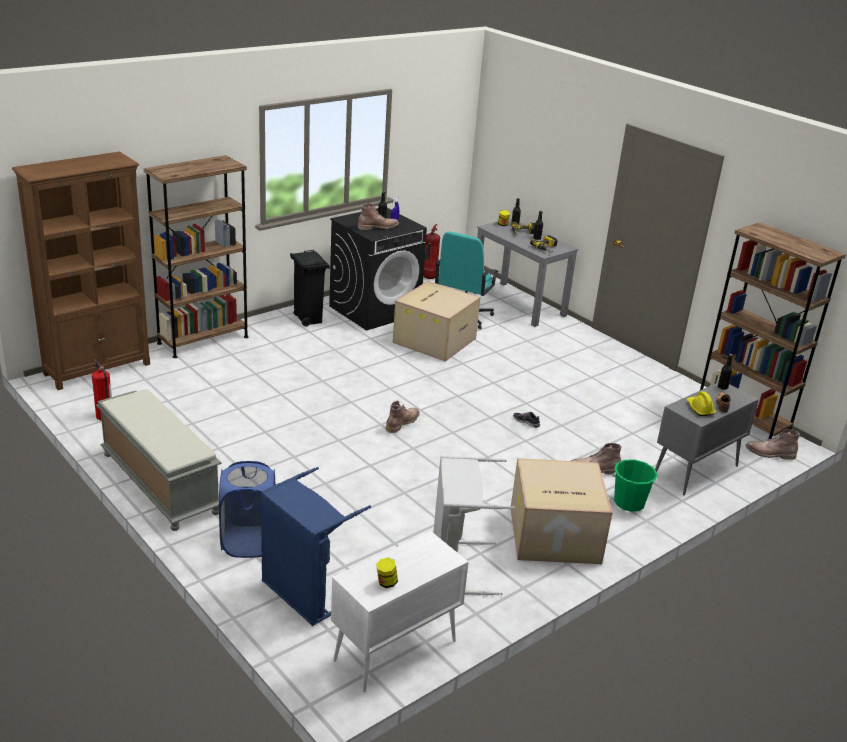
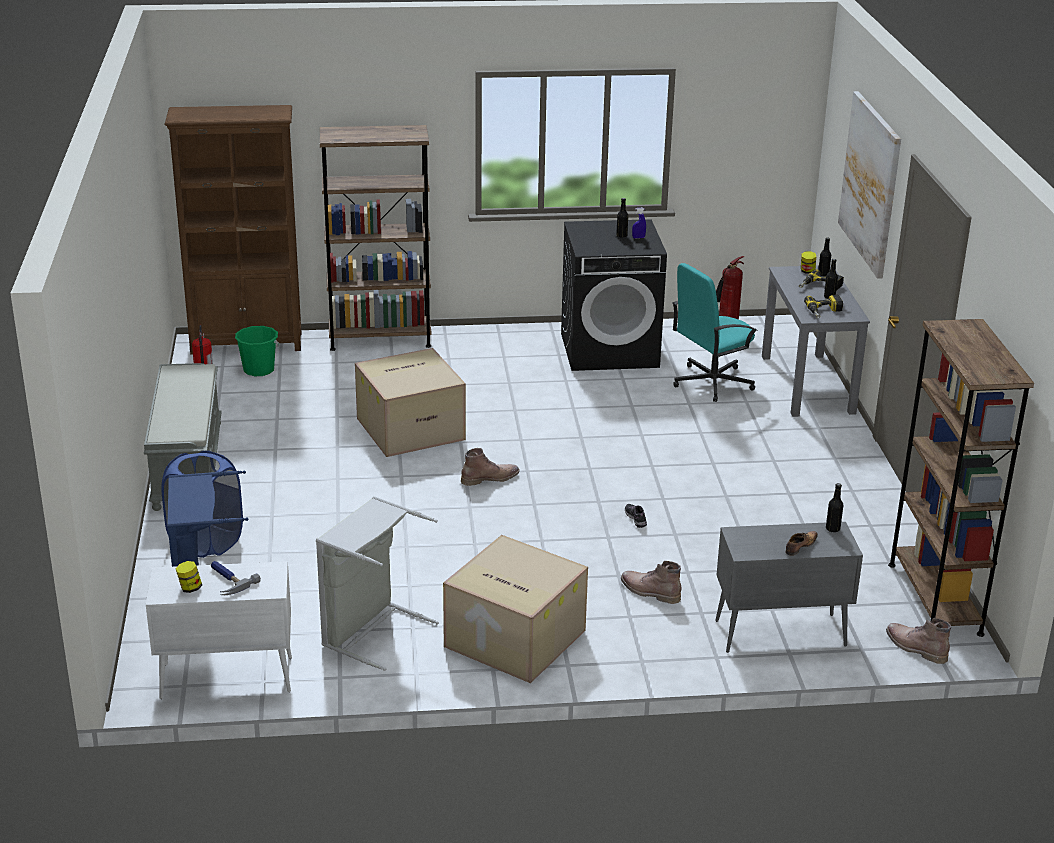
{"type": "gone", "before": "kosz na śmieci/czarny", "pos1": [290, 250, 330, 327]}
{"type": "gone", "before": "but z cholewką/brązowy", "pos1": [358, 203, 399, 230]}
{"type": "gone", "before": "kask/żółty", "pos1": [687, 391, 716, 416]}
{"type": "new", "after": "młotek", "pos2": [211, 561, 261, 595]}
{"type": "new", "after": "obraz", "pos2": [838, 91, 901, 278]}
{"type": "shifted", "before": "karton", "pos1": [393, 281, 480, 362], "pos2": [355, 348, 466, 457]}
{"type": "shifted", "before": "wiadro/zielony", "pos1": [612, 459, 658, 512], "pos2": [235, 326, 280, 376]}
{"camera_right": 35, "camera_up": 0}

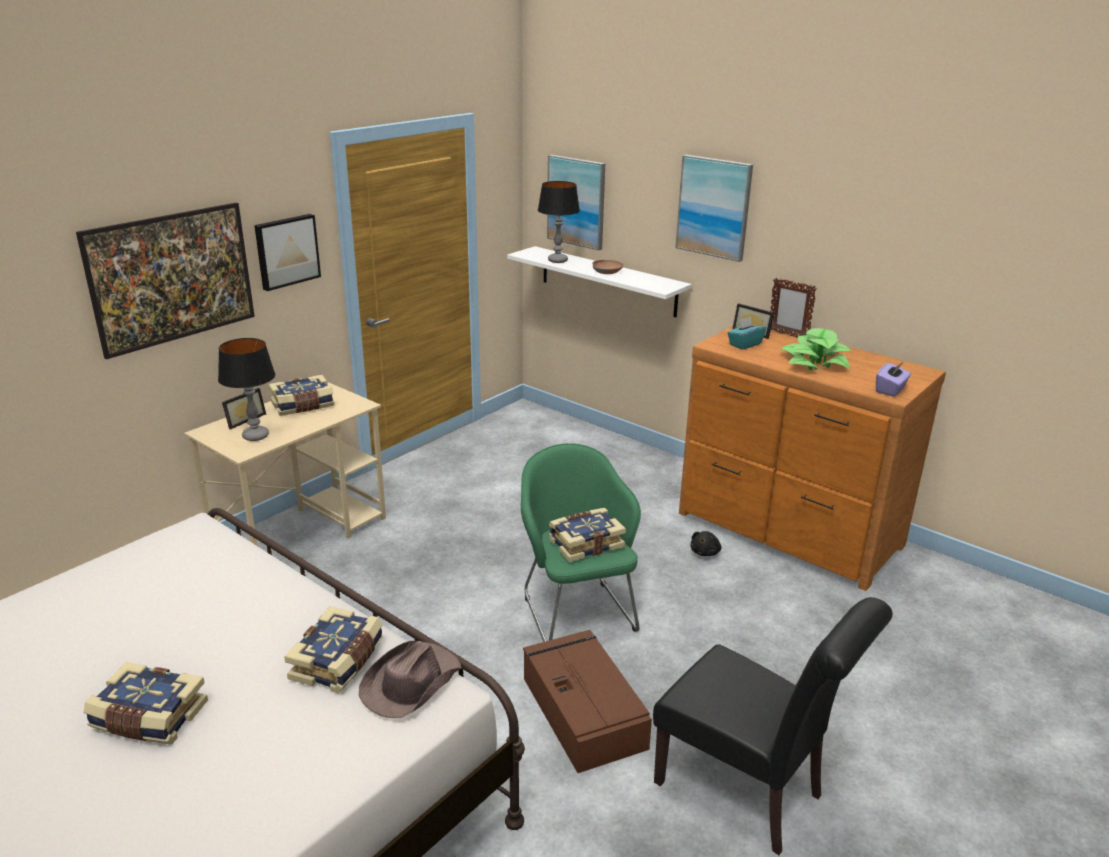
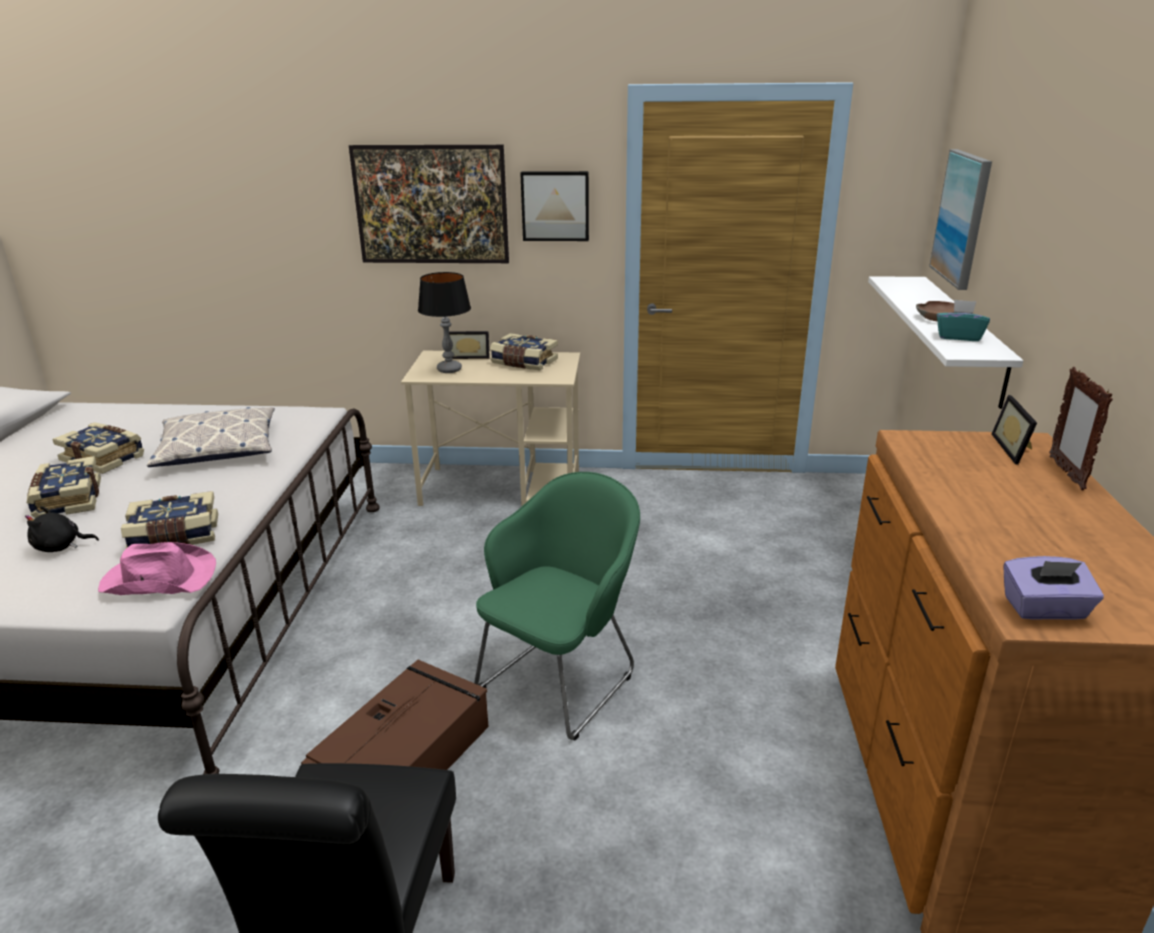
{"type": "gone", "before": "lampa stołowa", "pos1": [538, 181, 580, 263]}
{"type": "gone", "before": "obraz", "pos1": [675, 155, 753, 262]}
{"type": "gone", "before": "roślina doniczkowa", "pos1": [780, 328, 852, 370]}
{"type": "new", "after": "poduszka", "pos2": [147, 407, 275, 467]}
{"type": "shifted", "before": "książka", "pos1": [549, 508, 626, 562], "pos2": [52, 422, 144, 474]}
{"type": "shifted", "before": "pluszak/czarny", "pos1": [691, 531, 722, 556], "pos2": [25, 506, 99, 552]}
{"type": "shifted", "before": "pudełko chusteczek/turkusowy", "pos1": [728, 317, 766, 350], "pos2": [937, 300, 990, 341]}
{"type": "repainted", "before": "kapelusz/brązowy", "after": "kapelusz/różowy", "pos1": [359, 641, 462, 718], "pos2": [98, 542, 216, 595]}
{"camera_right": 55, "camera_up": 0}

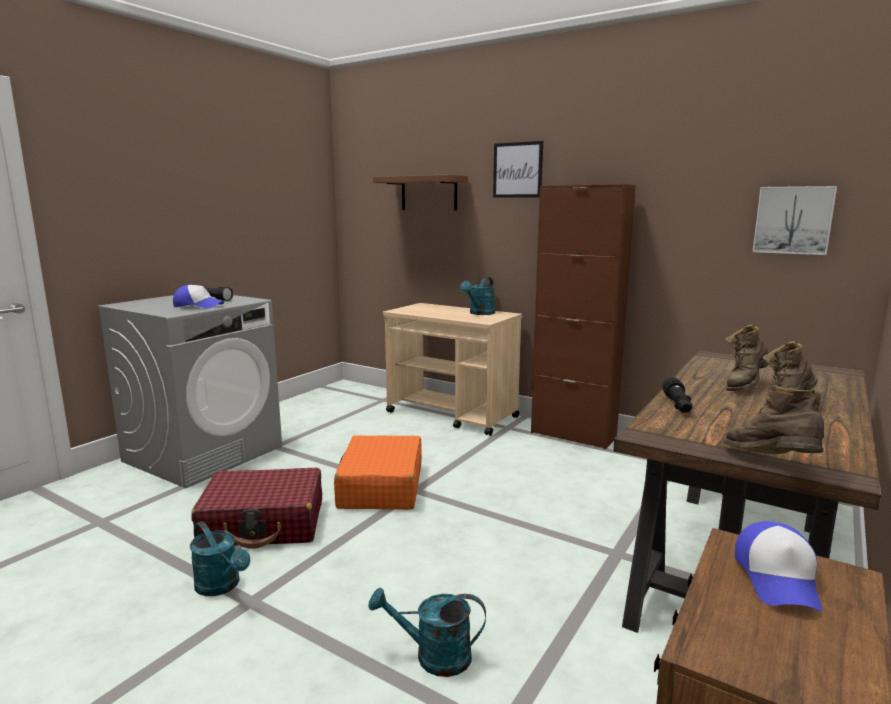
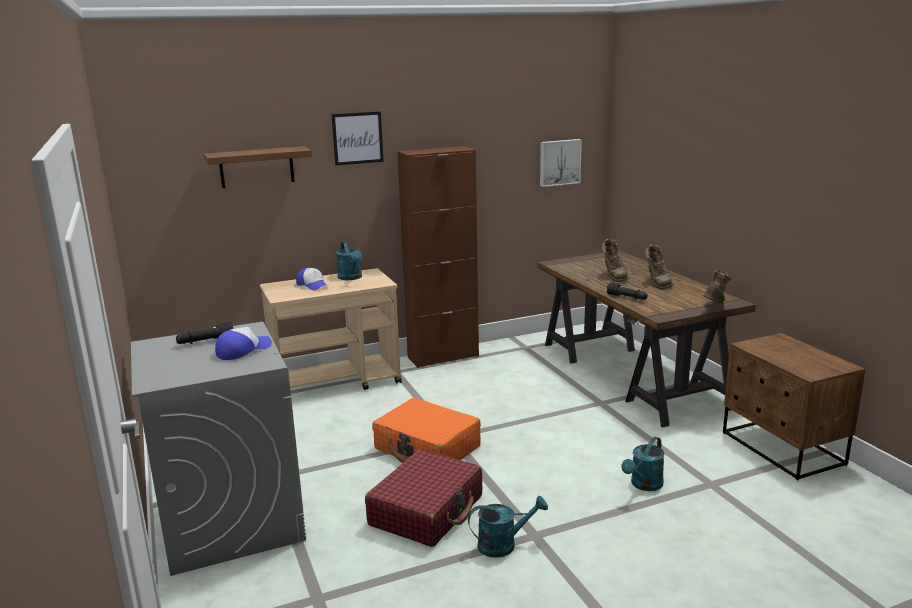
{"type": "shifted", "before": "czapka z daszkiem", "pos1": [735, 521, 822, 611], "pos2": [296, 268, 327, 291]}
{"type": "rotated", "before": "but z cholewką/brązowy", "pos1": [722, 385, 824, 454], "pos2": [703, 269, 735, 306], "turn": 105}
{"camera_right": -55, "camera_up": 5}

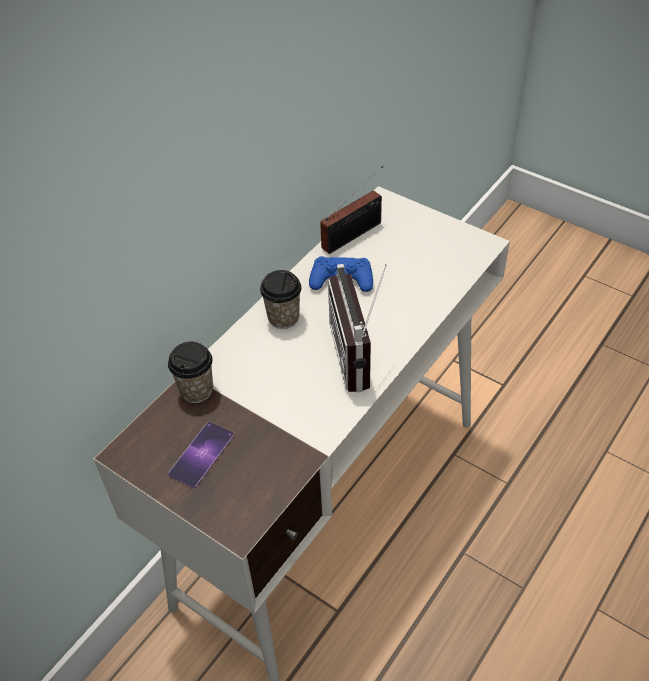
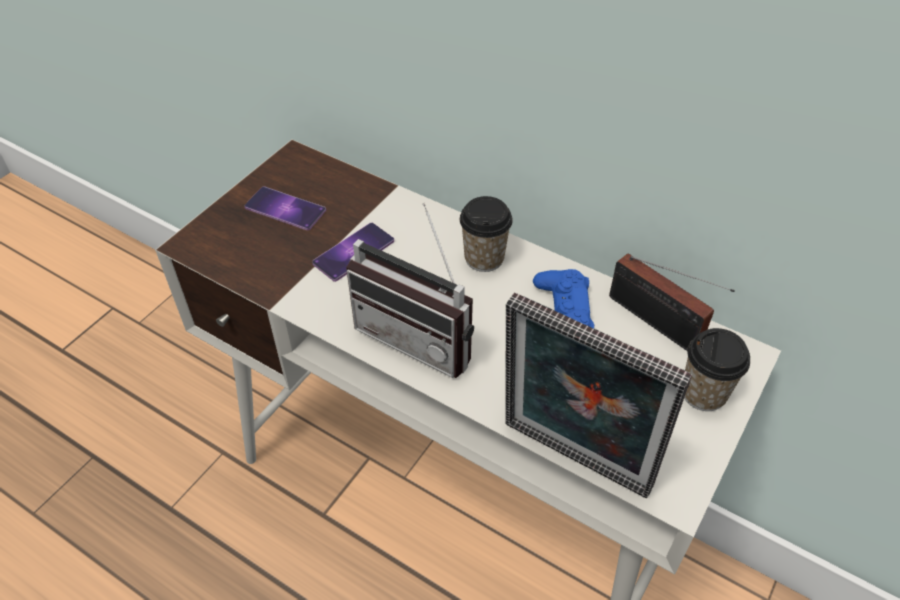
{"type": "new", "after": "telefon", "pos2": [312, 223, 394, 282]}
{"type": "new", "after": "ramka na zdjęcie", "pos2": [505, 293, 692, 498]}
{"type": "shifted", "before": "filiżanka", "pos1": [168, 342, 213, 403], "pos2": [684, 328, 750, 411]}
{"type": "rotated", "before": "radio", "pos1": [328, 264, 387, 393], "pos2": [346, 203, 474, 378], "turn": -135}
{"camera_right": 85, "camera_up": 0}

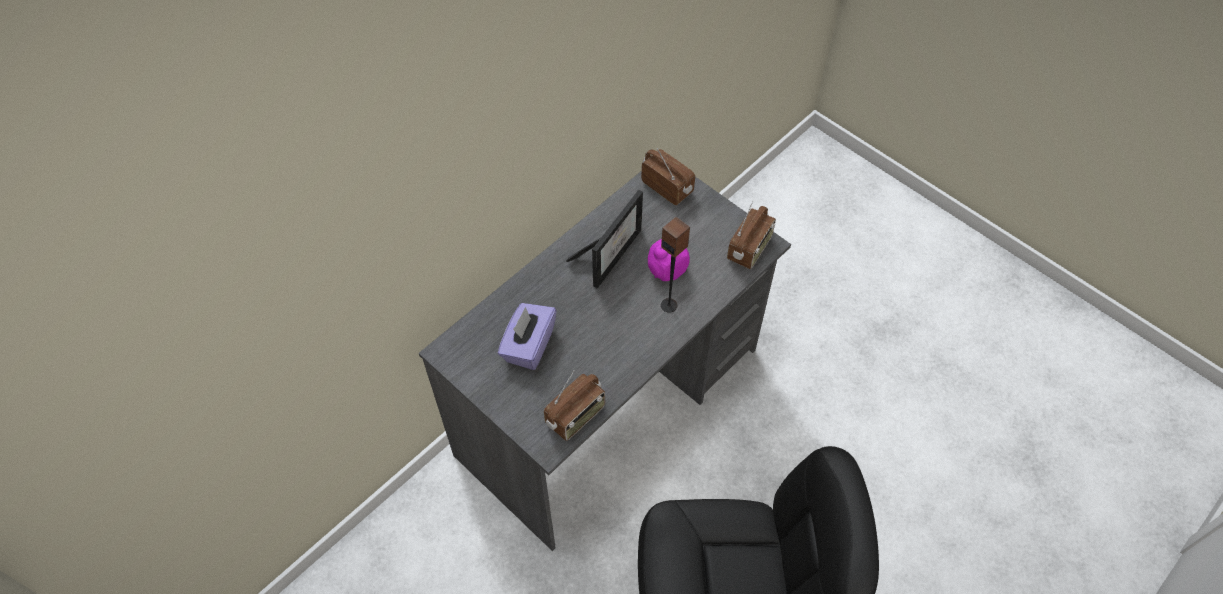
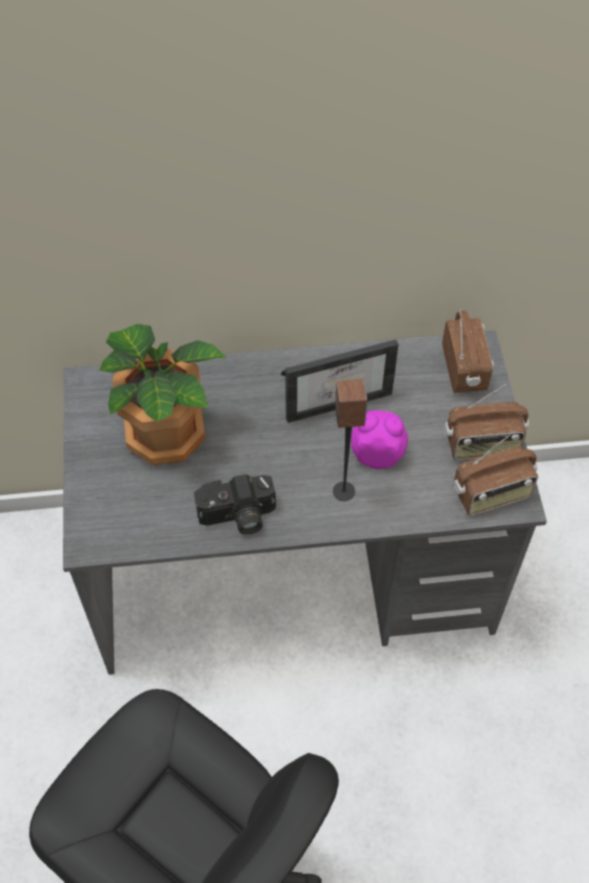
{"type": "new", "after": "aparat fotograficzny", "pos2": [194, 474, 276, 534]}
{"type": "shifted", "before": "radio", "pos1": [544, 370, 605, 441], "pos2": [444, 384, 529, 460]}
{"type": "swapped", "before": "pudełko chusteczek/fioletowy", "after": "roślina doniczkowa", "pos1": [498, 303, 557, 370], "pos2": [100, 324, 227, 465]}
{"camera_right": 40, "camera_up": 0}

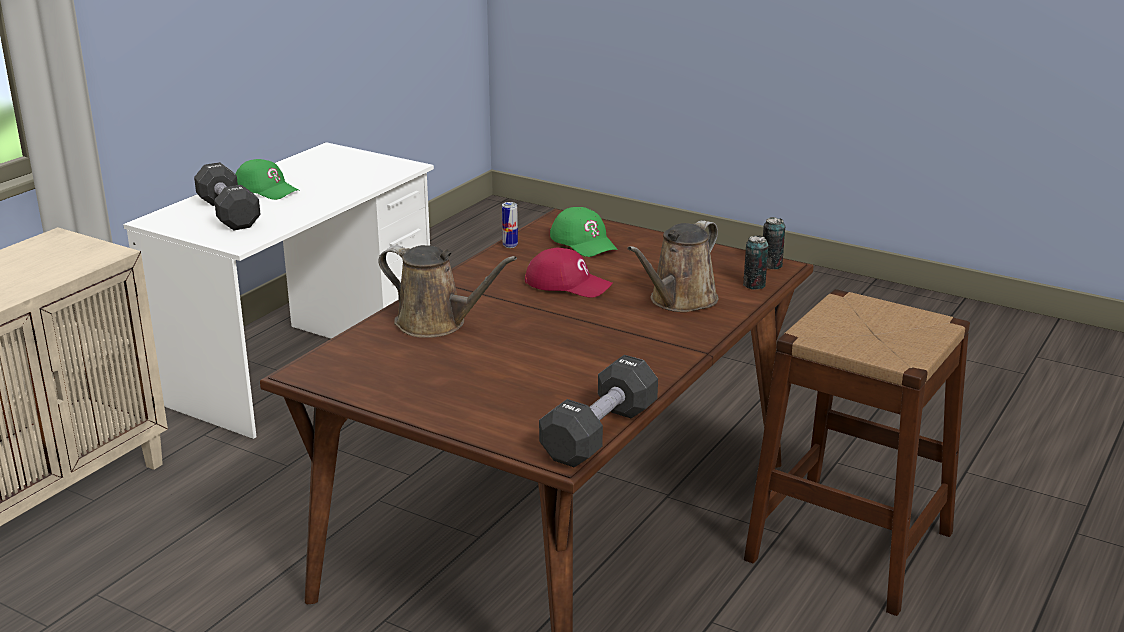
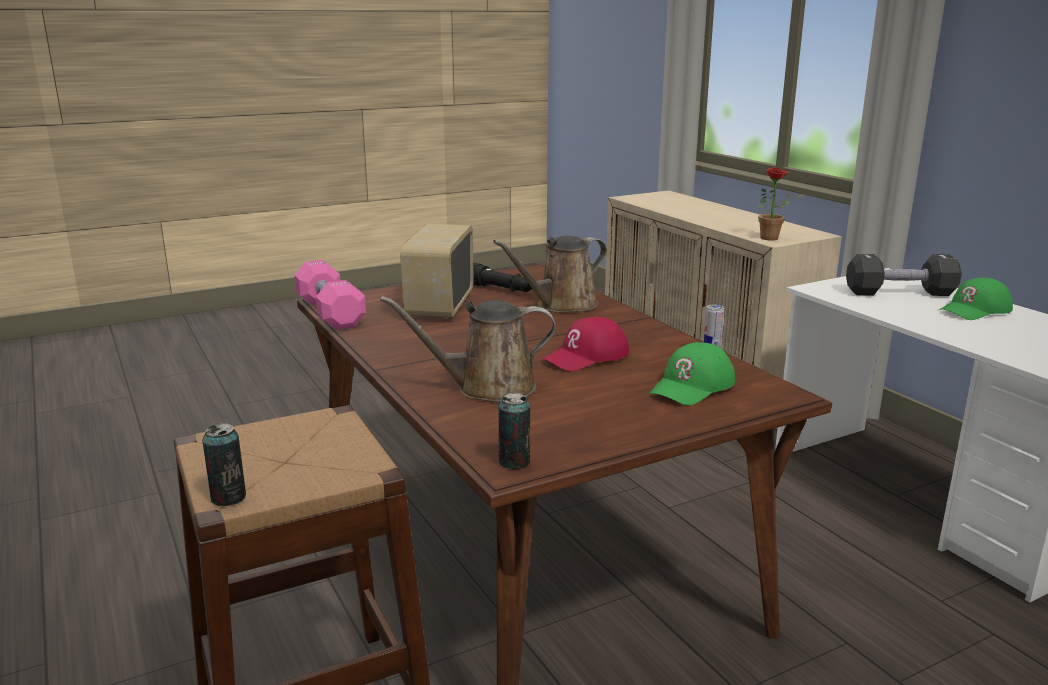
{"type": "new", "after": "radio", "pos2": [400, 224, 474, 319]}
{"type": "new", "after": "latarka/czarny", "pos2": [473, 262, 532, 292]}
{"type": "new", "after": "roślina doniczkowa", "pos2": [758, 167, 804, 241]}
{"type": "shifted", "before": "puszka", "pos1": [743, 235, 768, 290], "pos2": [202, 423, 246, 506]}
{"type": "repainted", "before": "hantel/czarny", "after": "hantel/różowy", "pos1": [539, 355, 658, 467], "pos2": [294, 260, 366, 330]}
{"type": "rotated", "before": "czapka z daszkiem/zielony", "pos1": [550, 207, 618, 257], "pos2": [650, 342, 735, 406], "turn": -45}
{"type": "rotated", "before": "konewka/brązowy", "pos1": [628, 220, 719, 312], "pos2": [380, 296, 556, 402], "turn": -75}
{"camera_right": 120, "camera_up": -5}

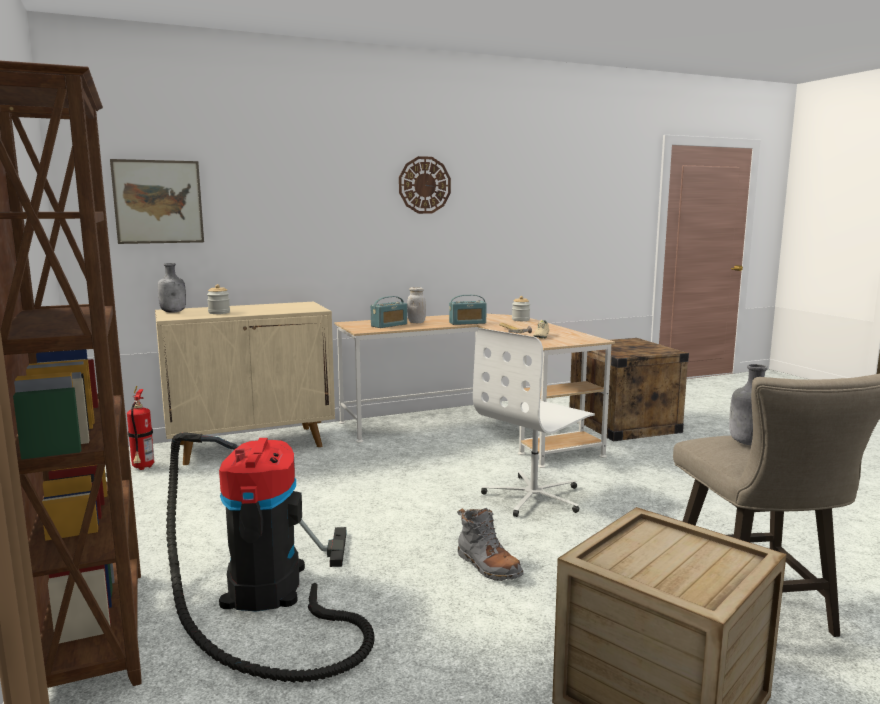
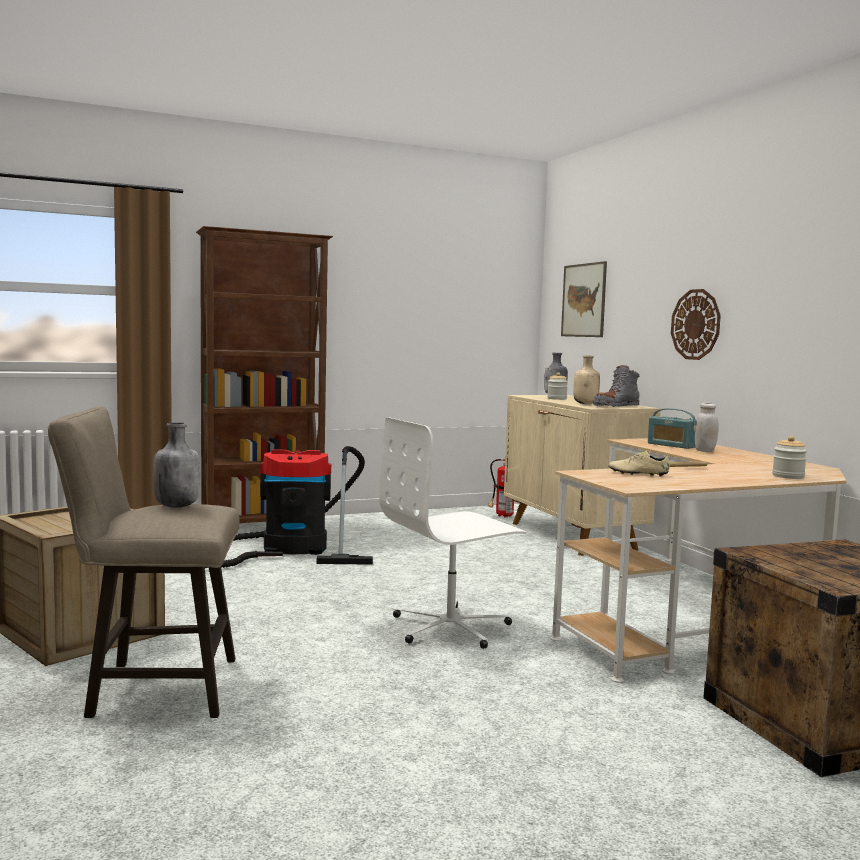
{"type": "gone", "before": "radio", "pos1": [449, 295, 487, 325]}
{"type": "new", "after": "butelka/beżowy", "pos2": [574, 355, 600, 404]}
{"type": "shifted", "before": "zegar ścienny", "pos1": [399, 156, 451, 214], "pos2": [671, 289, 721, 360]}
{"type": "shifted", "before": "but z cholewką/szary", "pos1": [457, 508, 524, 581], "pos2": [592, 365, 640, 407]}
{"type": "rotated", "before": "krzesło biurowe/biały", "pos1": [473, 328, 595, 517], "pos2": [379, 417, 527, 649], "turn": -75}
{"camera_right": 90, "camera_up": -5}

